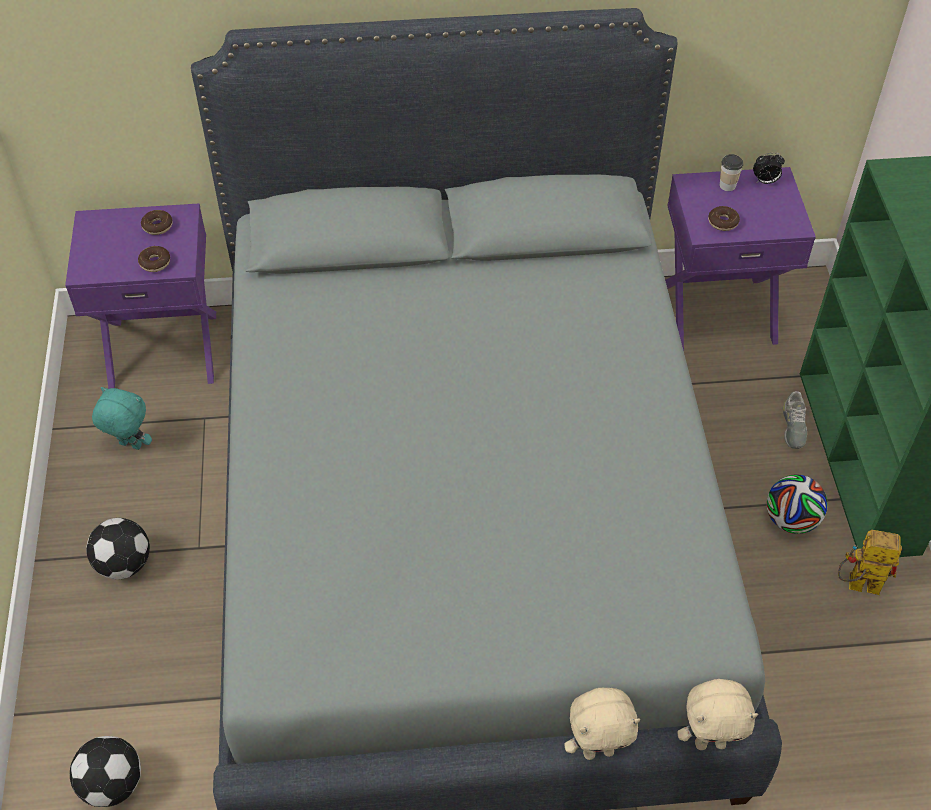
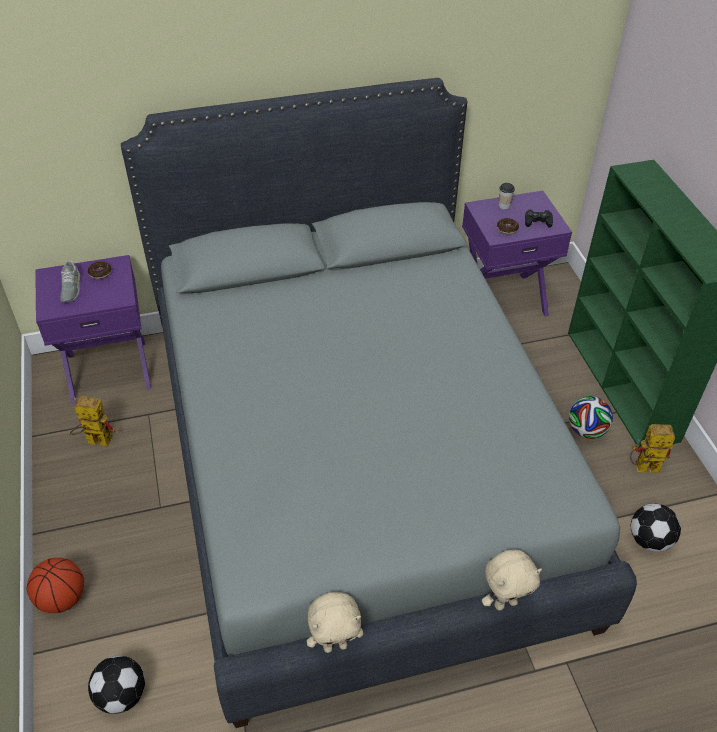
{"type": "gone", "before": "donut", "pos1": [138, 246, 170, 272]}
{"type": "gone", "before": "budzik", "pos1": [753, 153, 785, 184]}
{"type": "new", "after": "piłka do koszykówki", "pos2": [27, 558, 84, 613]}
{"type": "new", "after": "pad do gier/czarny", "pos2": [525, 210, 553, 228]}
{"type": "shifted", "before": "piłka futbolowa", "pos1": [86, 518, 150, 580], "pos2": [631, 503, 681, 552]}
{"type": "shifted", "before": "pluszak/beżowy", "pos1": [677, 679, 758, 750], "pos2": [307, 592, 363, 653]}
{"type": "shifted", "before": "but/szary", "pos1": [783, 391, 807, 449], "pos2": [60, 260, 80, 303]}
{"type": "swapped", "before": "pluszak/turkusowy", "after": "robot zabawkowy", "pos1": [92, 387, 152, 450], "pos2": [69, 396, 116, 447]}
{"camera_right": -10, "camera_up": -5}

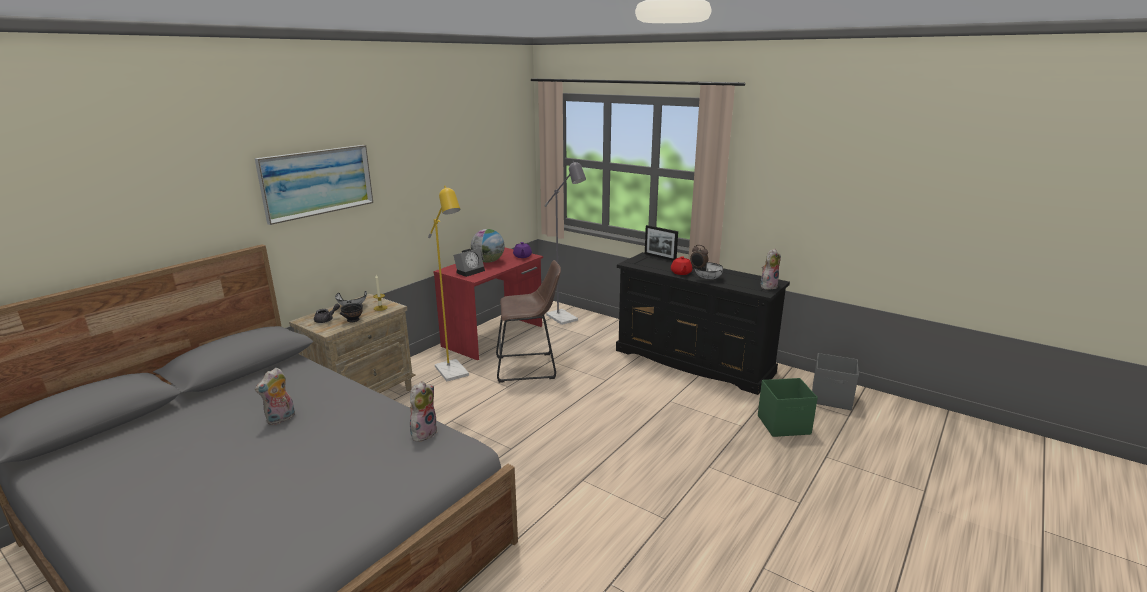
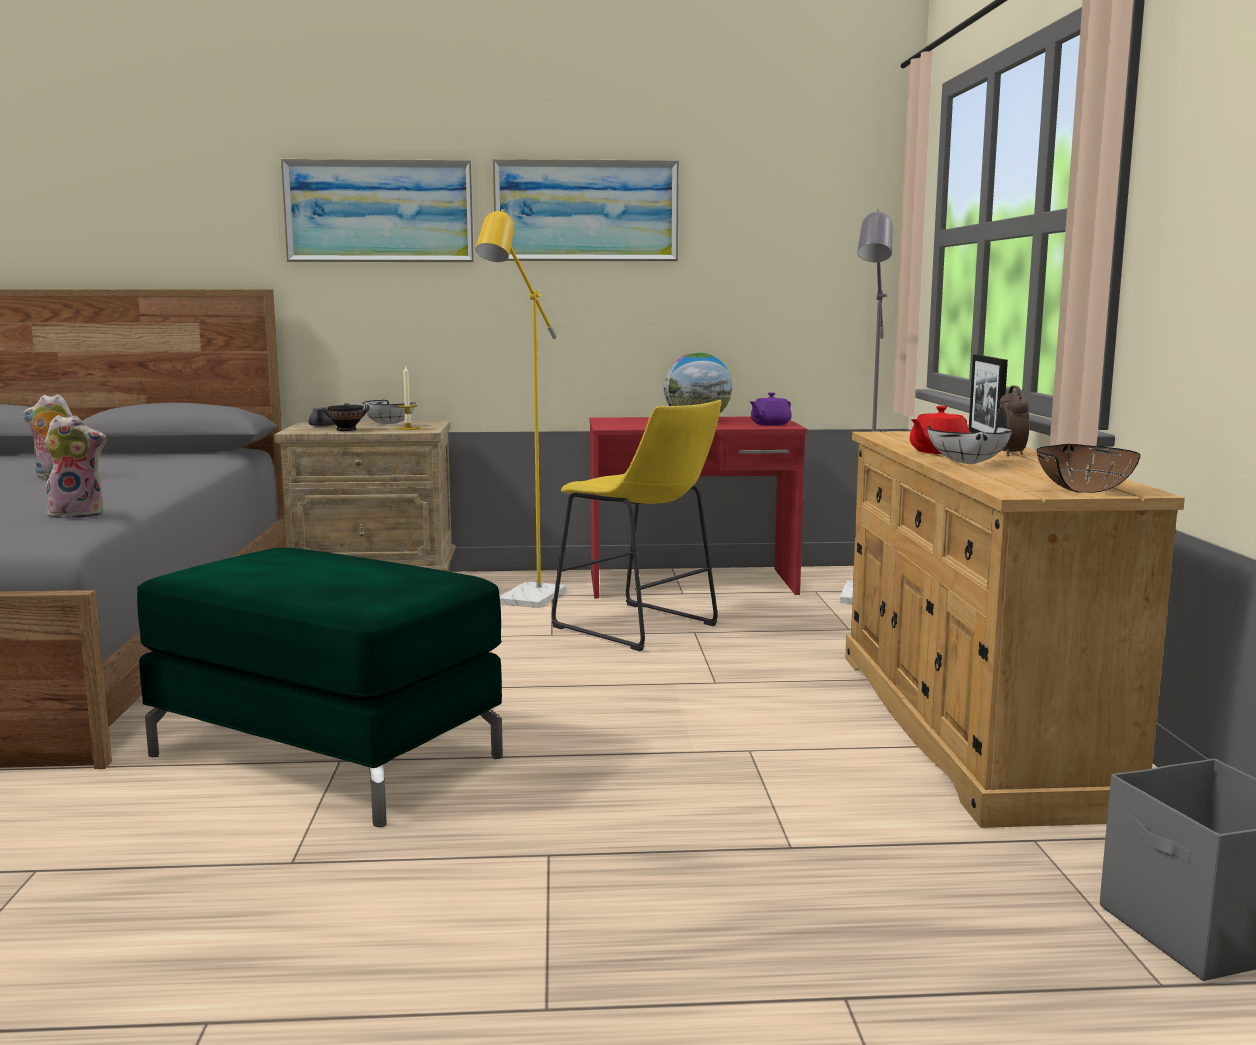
{"type": "gone", "before": "budzik", "pos1": [453, 248, 485, 277]}
{"type": "gone", "before": "pojemnik do przechowywania/zielony", "pos1": [758, 378, 818, 437]}
{"type": "new", "after": "pufa/zielony", "pos2": [137, 548, 503, 827]}
{"type": "new", "after": "obraz", "pos2": [493, 159, 679, 261]}
{"type": "swapped", "before": "pluszak", "after": "miska/brązowy", "pos1": [761, 249, 781, 290], "pos2": [1037, 444, 1141, 493]}
{"type": "repainted", "before": "stołek/brązowy", "after": "stołek/żółty", "pos1": [496, 260, 561, 383], "pos2": [552, 400, 721, 651]}
{"type": "repainted", "before": "komoda/czarny", "after": "komoda/beżowy", "pos1": [616, 252, 790, 395], "pos2": [845, 431, 1185, 828]}
{"camera_right": 50, "camera_up": -10}

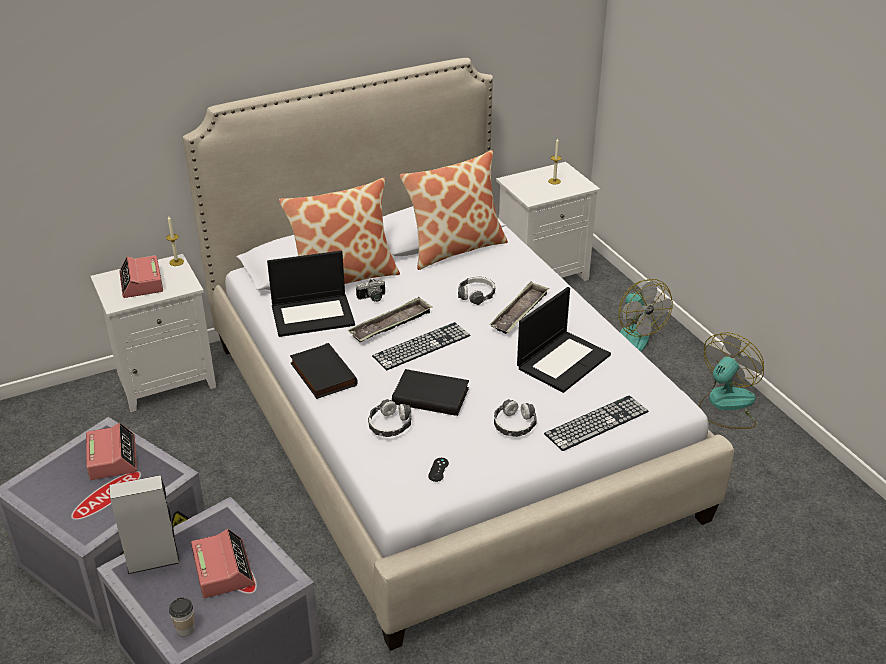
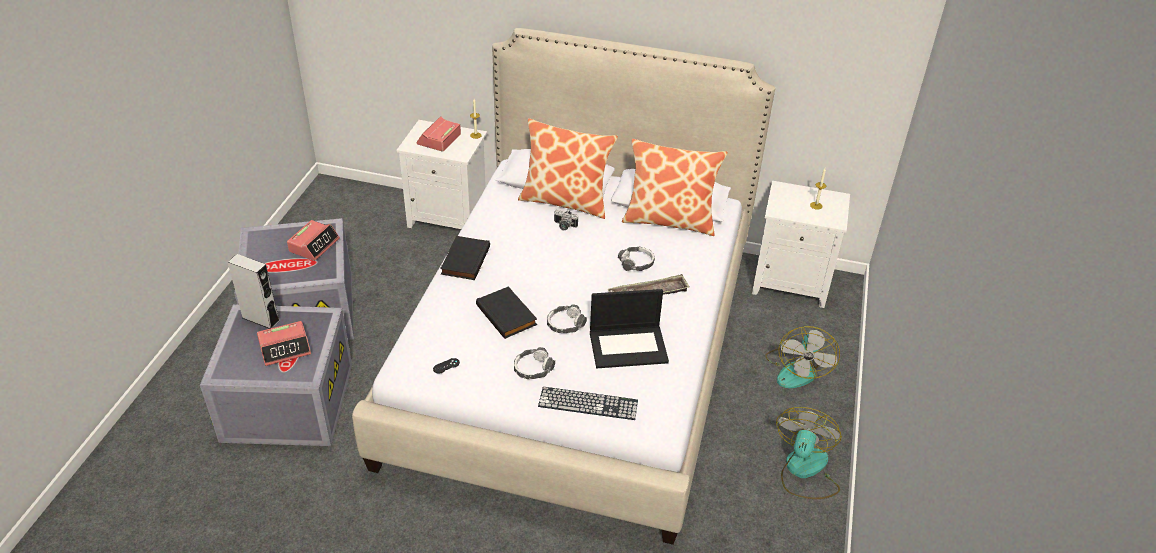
{"type": "gone", "before": "filiżanka", "pos1": [169, 597, 195, 637]}
{"type": "gone", "before": "laptop", "pos1": [267, 251, 355, 337]}
{"type": "gone", "before": "taca", "pos1": [347, 297, 433, 343]}
{"type": "gone", "before": "klawiatura", "pos1": [372, 322, 471, 370]}
{"type": "shifted", "before": "słuchawki", "pos1": [368, 399, 412, 437], "pos2": [547, 304, 587, 333]}
{"type": "rotated", "before": "budzik", "pos1": [191, 529, 255, 598], "pos2": [257, 321, 311, 366], "turn": 45}
{"type": "rotated", "before": "wentylator", "pos1": [699, 332, 764, 429], "pos2": [776, 407, 842, 499], "turn": -60}
{"camera_right": 40, "camera_up": 5}

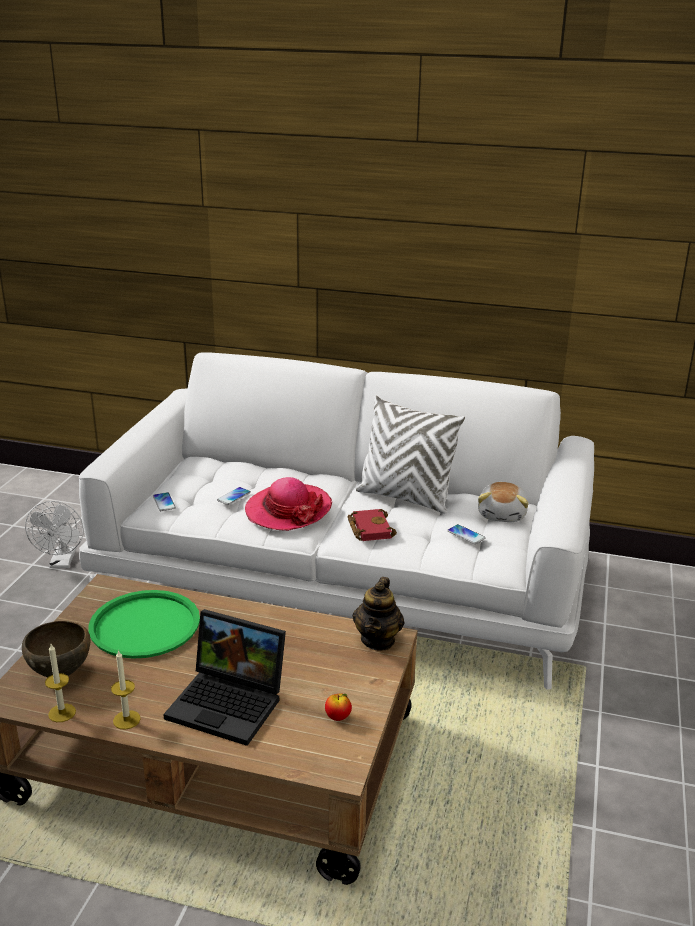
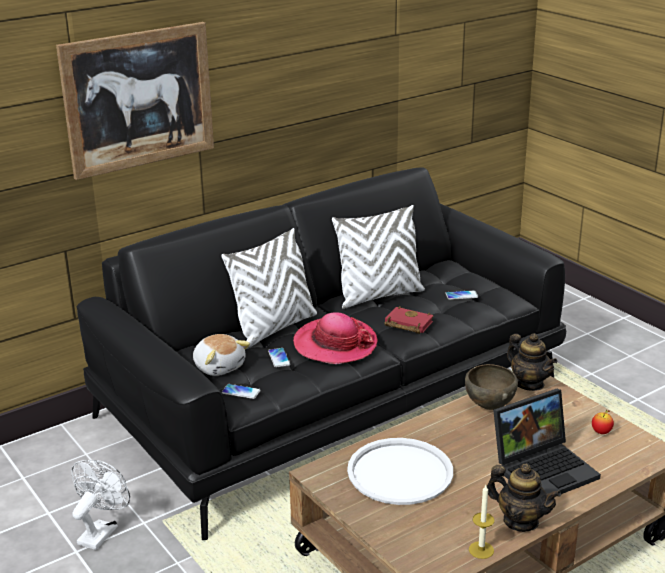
{"type": "new", "after": "obraz", "pos2": [56, 22, 214, 180]}
{"type": "new", "after": "poduszka/biały", "pos2": [221, 228, 317, 349]}
{"type": "shifted", "before": "miska/brązowy", "pos1": [22, 621, 90, 677], "pos2": [465, 364, 518, 410]}
{"type": "shifted", "before": "pluszak", "pos1": [478, 482, 529, 522], "pos2": [193, 334, 250, 376]}
{"type": "swapped", "before": "świeca", "after": "imbryk", "pos1": [111, 649, 141, 729], "pos2": [487, 463, 561, 532]}
{"type": "repainted", "before": "kanapa/biały", "after": "kanapa/czarny", "pos1": [79, 352, 594, 690], "pos2": [77, 167, 566, 540]}
{"type": "repainted", "before": "taca/zielony", "after": "taca/biały", "pos1": [88, 590, 200, 659], "pos2": [347, 438, 453, 505]}
{"type": "rotated", "before": "wentylator/biały", "pos1": [25, 501, 84, 568], "pos2": [71, 460, 130, 550], "turn": -105}
{"camera_right": -50, "camera_up": 0}

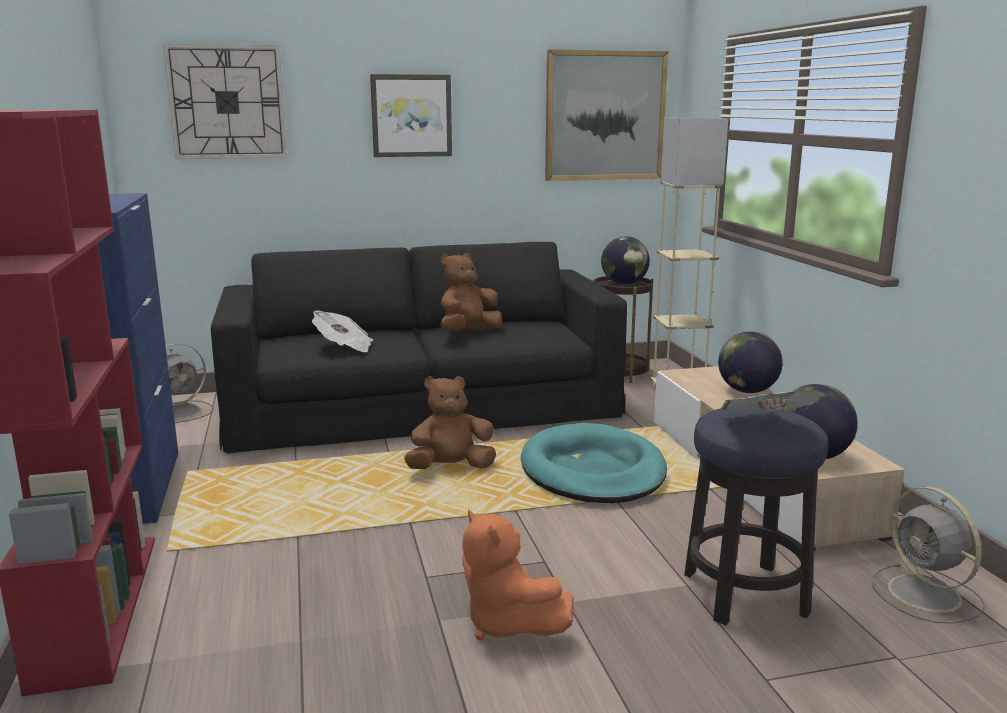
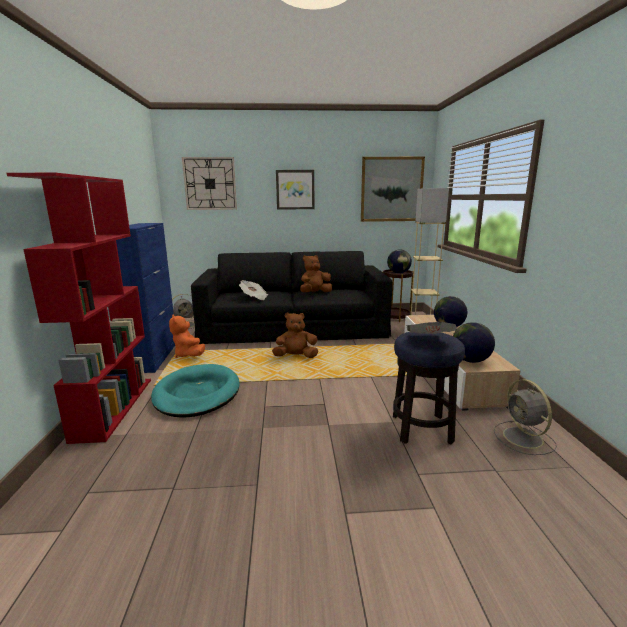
{"type": "shifted", "before": "pluszak/pomarańczowy", "pos1": [462, 509, 574, 641], "pos2": [169, 315, 205, 358]}
{"type": "shifted", "before": "legowisko/turkusowy", "pos1": [521, 423, 667, 503], "pos2": [151, 364, 240, 418]}
{"camera_right": 10, "camera_up": 0}

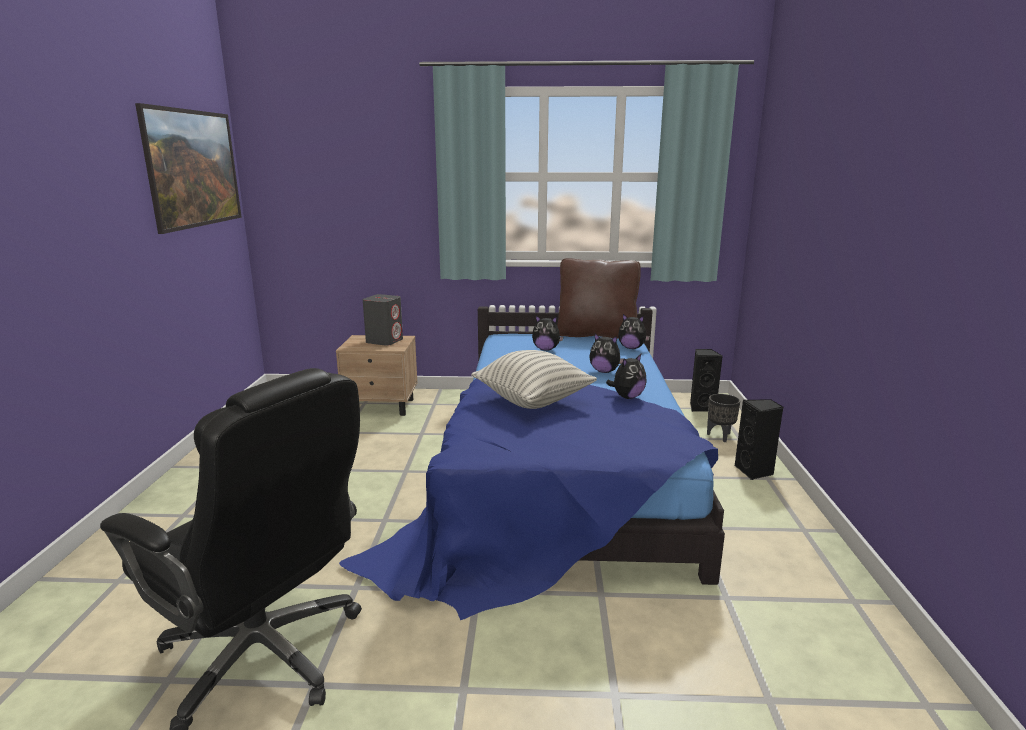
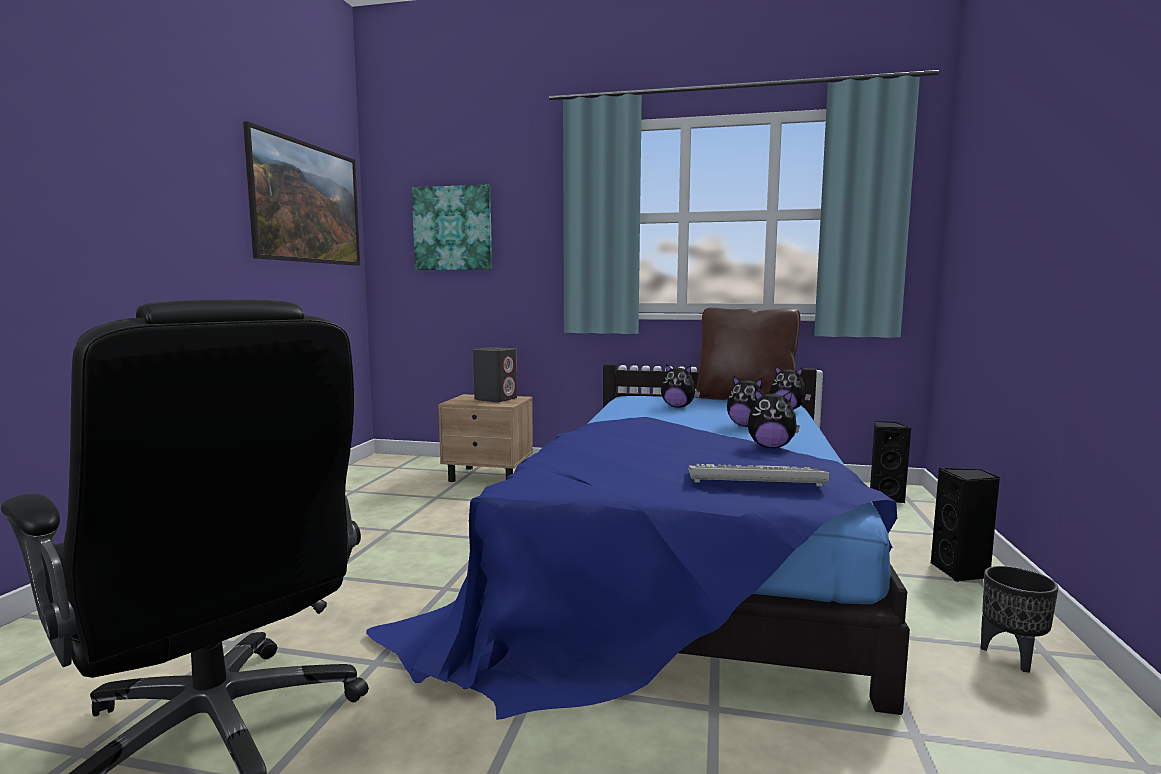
{"type": "gone", "before": "poduszka", "pos1": [471, 350, 597, 409]}
{"type": "new", "after": "obraz", "pos2": [412, 185, 492, 270]}
{"type": "new", "after": "klawiatura", "pos2": [688, 464, 829, 487]}
{"type": "shifted", "before": "donica/czarny", "pos1": [707, 394, 740, 442], "pos2": [981, 566, 1058, 672]}
{"type": "rotated", "before": "pluszak", "pos1": [606, 354, 647, 399], "pos2": [748, 389, 800, 448], "turn": 45}
{"camera_right": 10, "camera_up": -10}

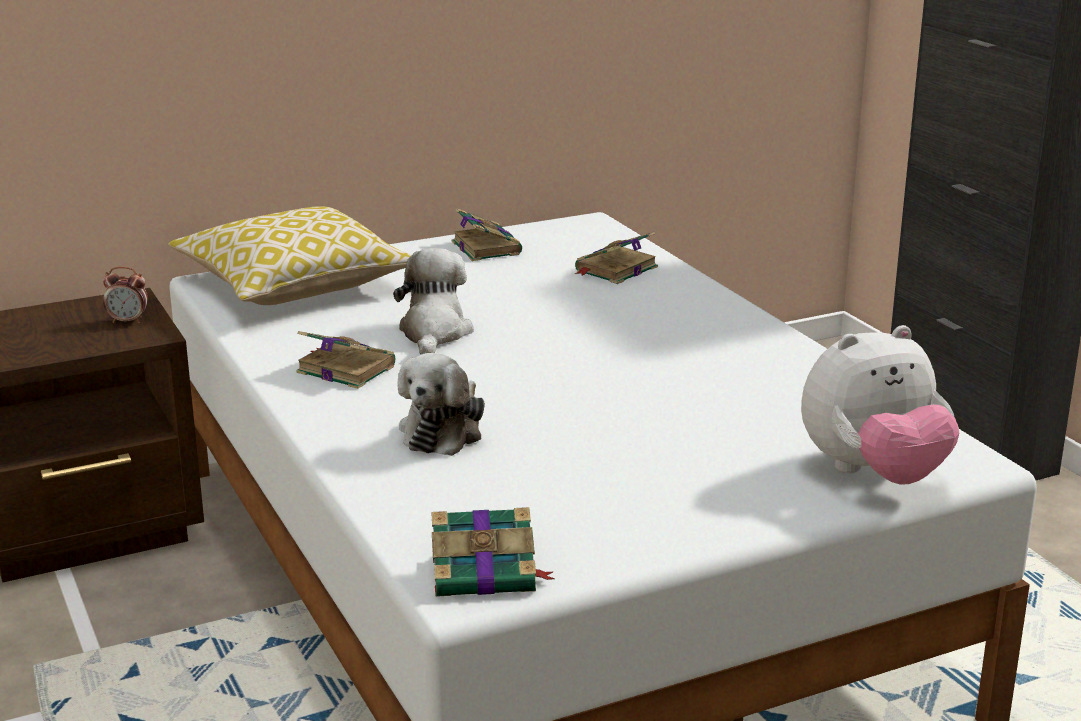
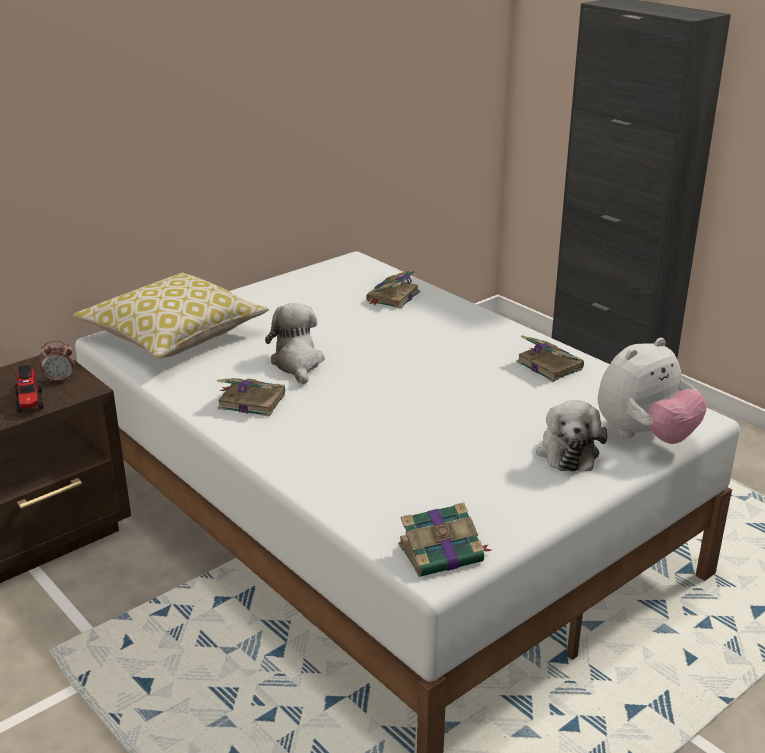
{"type": "new", "after": "ciężarówka zabawkowa", "pos2": [15, 365, 44, 413]}
{"type": "shifted", "before": "pluszak", "pos1": [397, 353, 485, 456], "pos2": [536, 400, 608, 471]}
{"type": "shifted", "before": "książka", "pos1": [452, 208, 522, 261], "pos2": [516, 335, 584, 382]}
{"camera_right": -15, "camera_up": 5}

